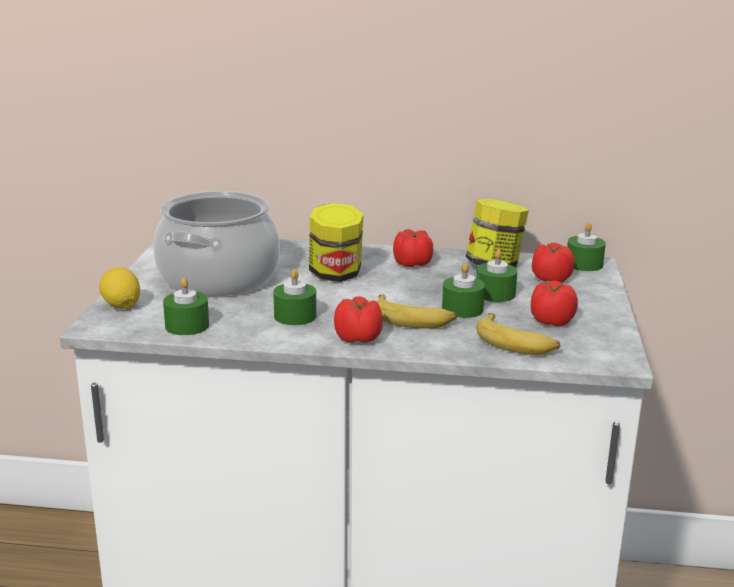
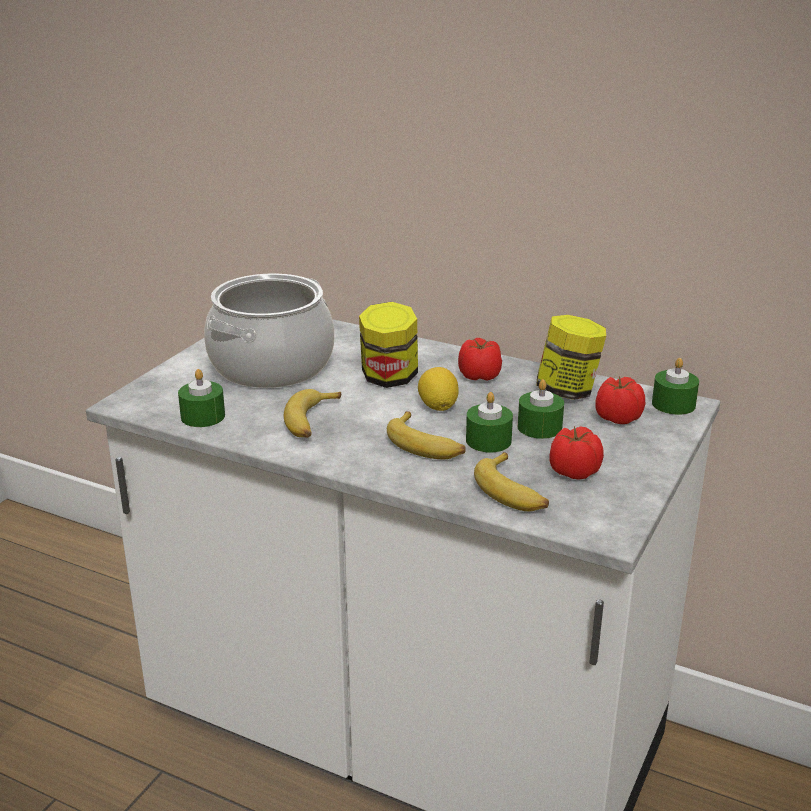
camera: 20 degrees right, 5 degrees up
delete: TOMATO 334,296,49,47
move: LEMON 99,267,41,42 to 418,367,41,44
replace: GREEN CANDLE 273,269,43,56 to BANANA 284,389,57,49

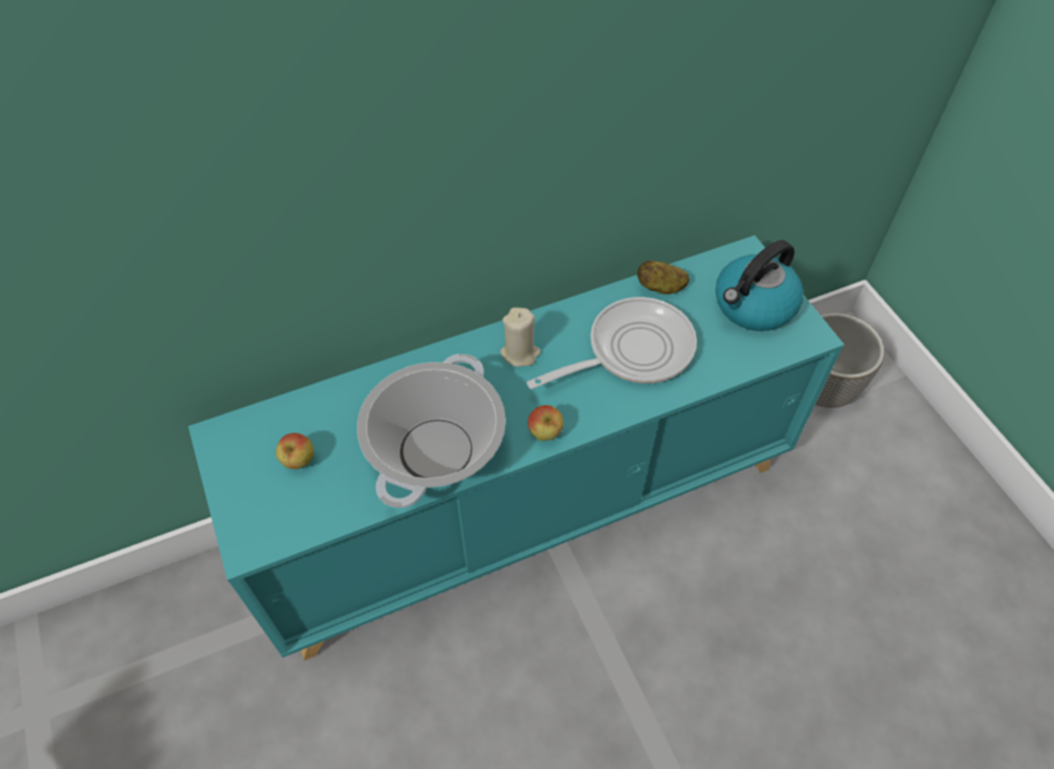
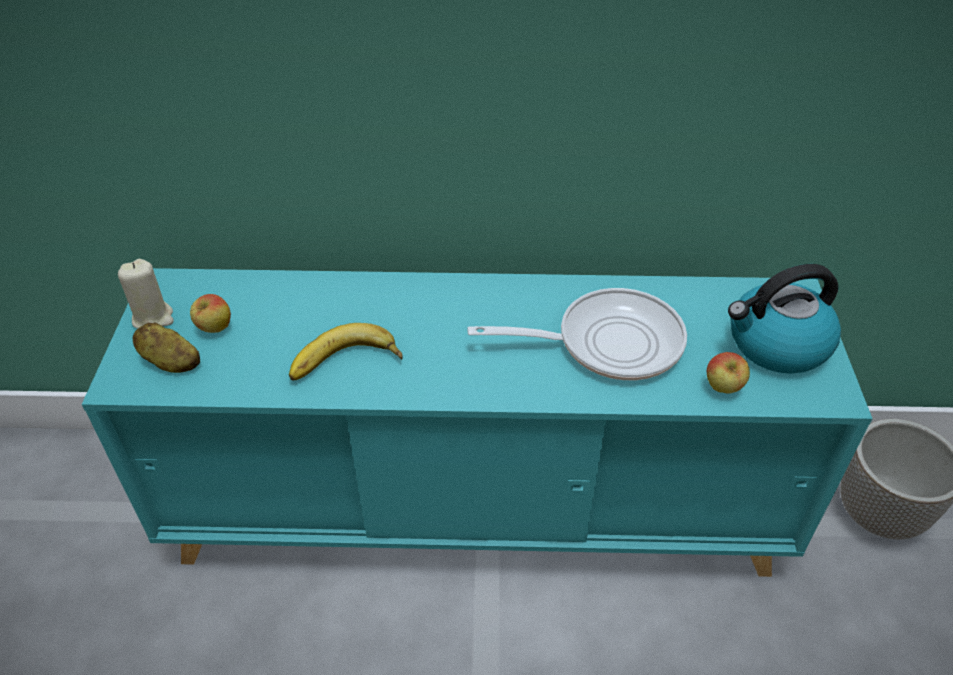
camera: 25 degrees right, 10 degrees down
move: POTATO 637,261,52,33 to 133,322,67,51; BEIGE CANDLE 500,307,41,60 to 118,259,56,70; APPLE 528,405,36,36 to 707,352,43,41
replace: COOKING POT 357,354,149,154 to BANANA 289,323,114,58

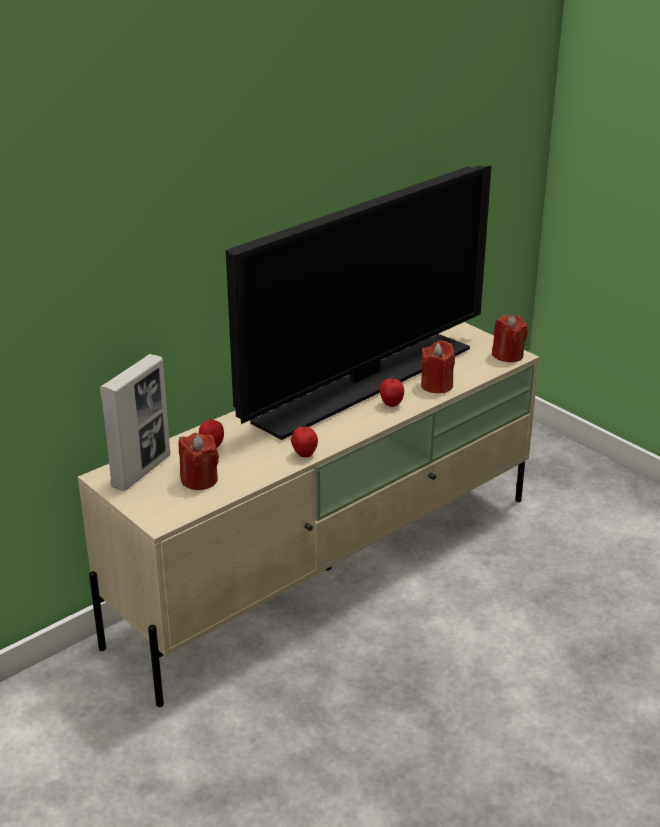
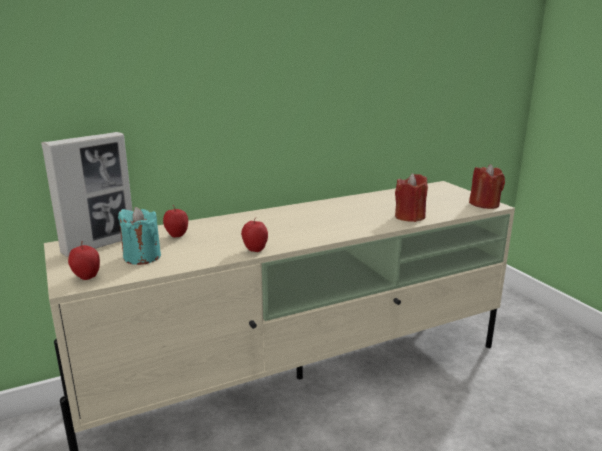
camera: 15 degrees right, 10 degrees down
delete: TELEVISION 226,165,265,275
move: APPLE 380,376,24,31 to 68,241,32,39
recolor: RED CANDLE 179,433,40,57 to TURQUOISE CANDLE 118,207,43,58

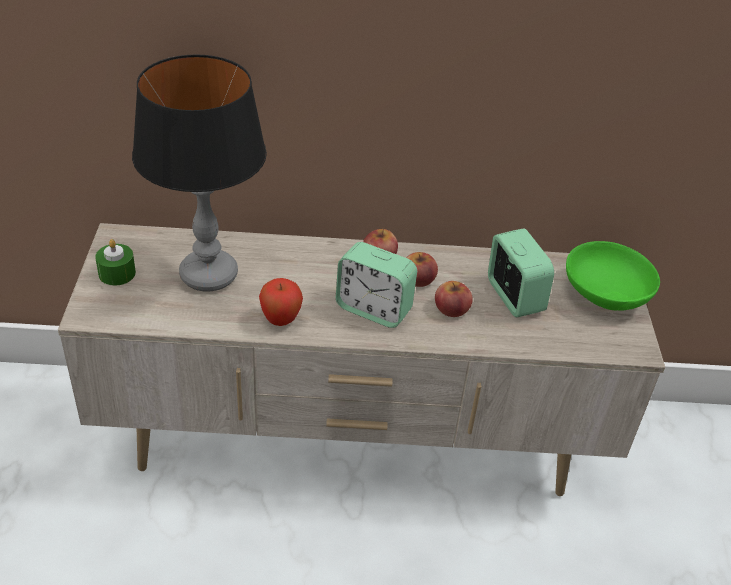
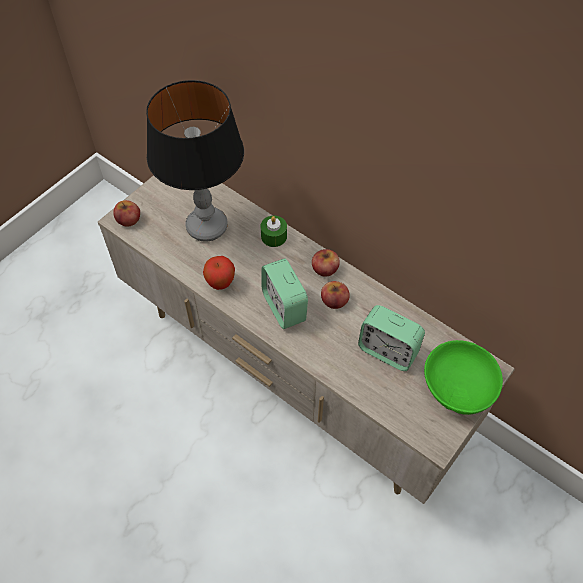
camera: 40 degrees right, 15 degrees up
move: GREEN CANDLE 95,239,41,47 to 261,216,26,31; APPLE 435,281,38,36 to 113,200,27,26
rotate: ALARM CLOCK 488,228,66,89 = 358,305,67,66 105 degrees clockwise

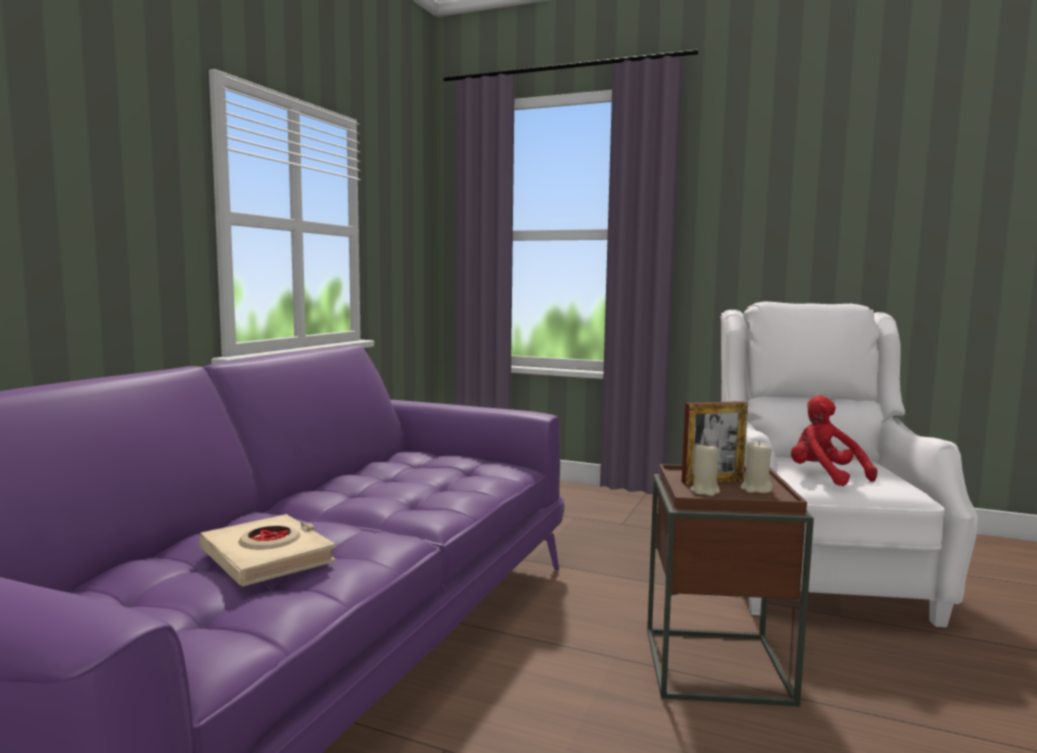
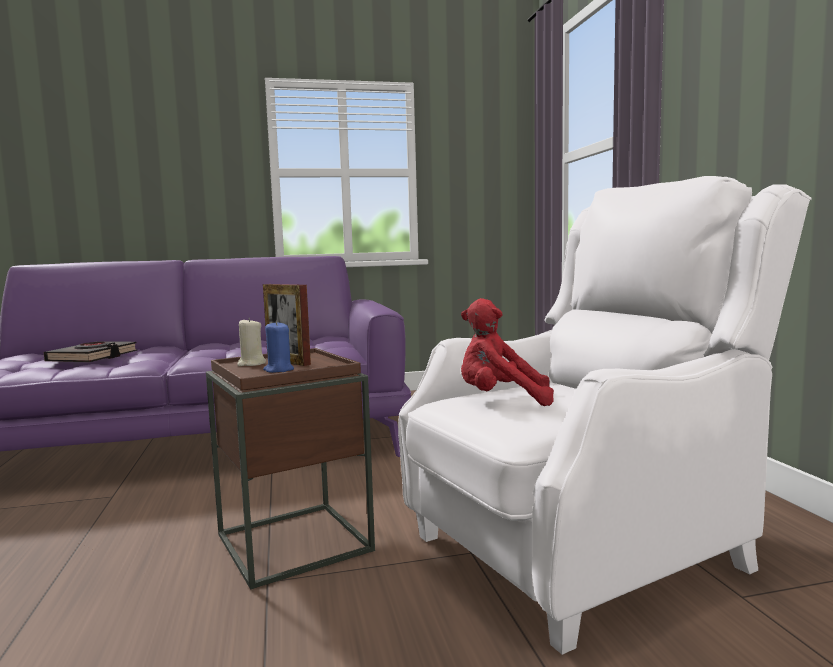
camera: 55 degrees right, 0 degrees up
recolor: BEIGE CANDLE 740,441,33,52 to BLUE CANDLE 263,321,31,52; BEIGE BOOK 200,514,136,72 to BLACK BOOK 44,341,94,21
rotate: RED PLUSH TOY 791,395,86,91 = 461,298,93,108 105 degrees counterclockwise

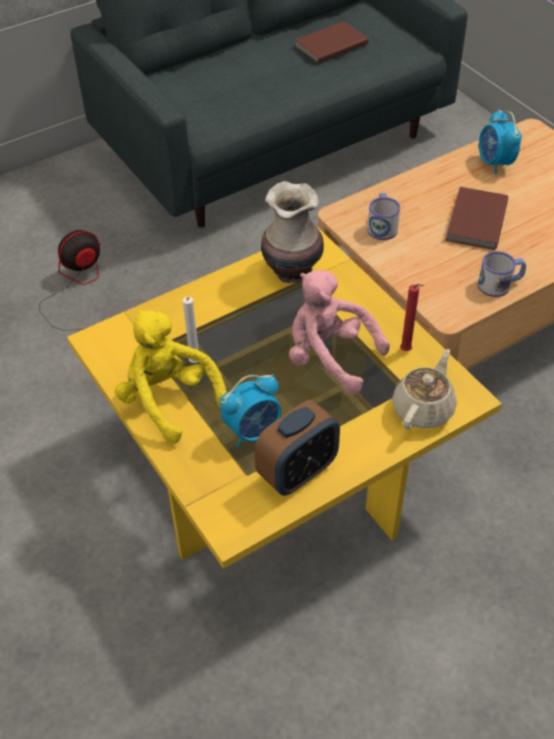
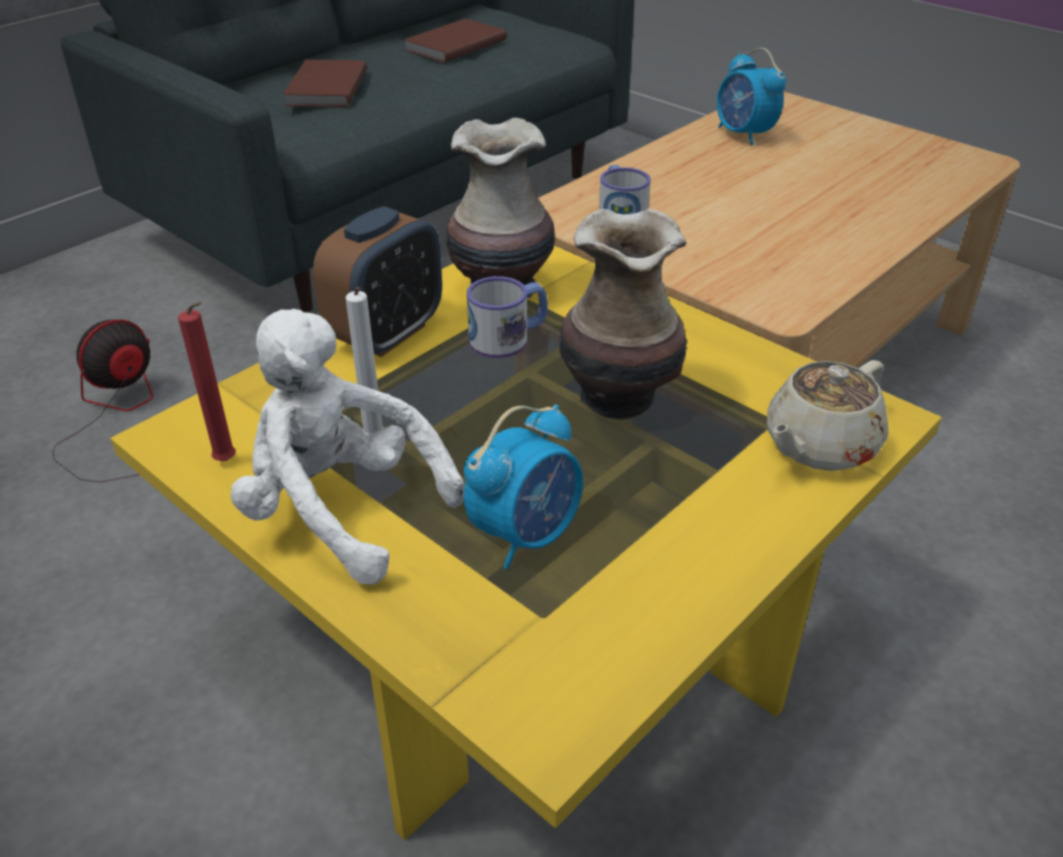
camera: 15 degrees left, 10 degrees down
move: BROWN BOOK 445,187,63,63 to 283,59,84,48; MUG 478,251,48,46 to 467,276,81,82; RED CANDLE 400,284,24,67 to 178,302,58,159; ALARM CLOCK 254,400,86,96 to 313,206,129,151
replace: PINK PLUSH TOY 289,270,101,124 to VASE 560,209,127,211
recolor: YELLOW PLUSH TOY 115,310,112,134 to WHITE PLUSH TOY 230,309,235,276
rotate: BEIGE TEAPOT 392,349,65,80 = 767,360,121,111 150 degrees counterclockwise

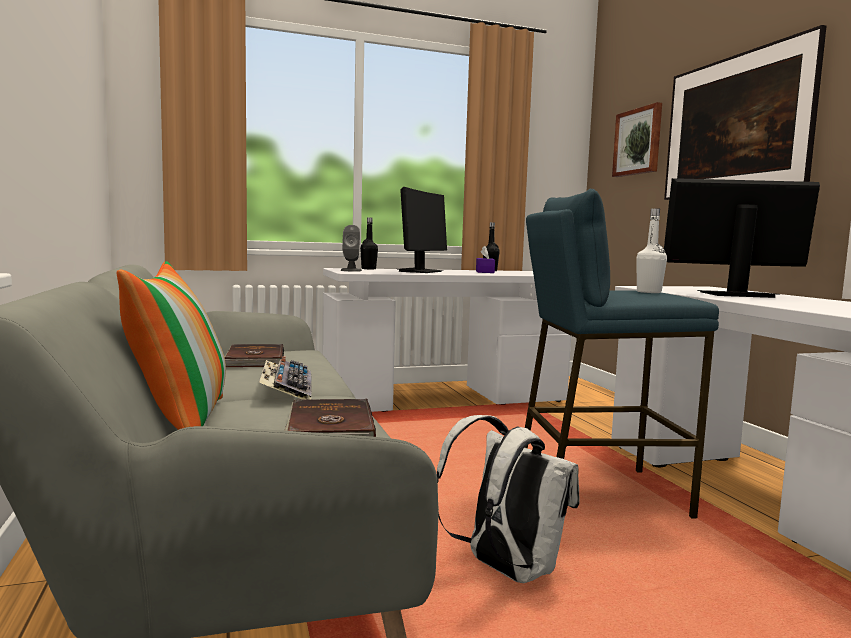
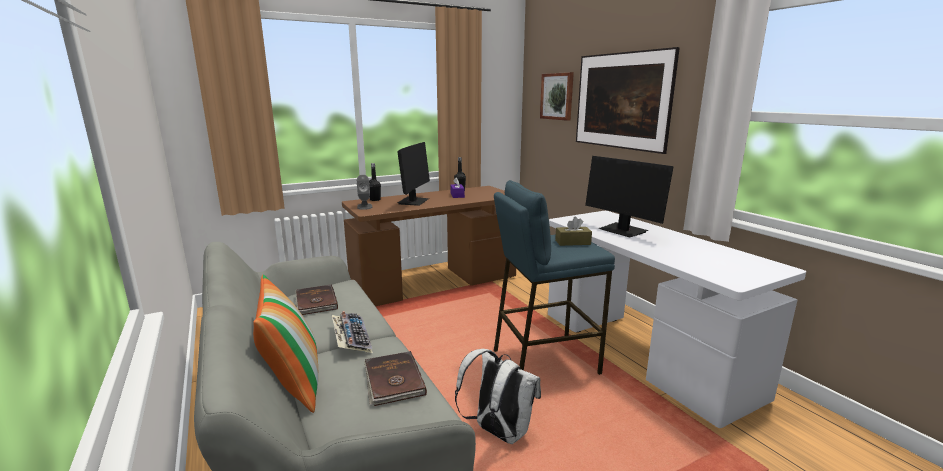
camera: 10 degrees left, 10 degrees up
replace: WHITE BOTTLE 636,208,31,85 to BROWN TISSUE BOX 555,217,37,29
recolor: WHITE DESK 323,268,248,144 to BROWN DESK 342,186,174,120
rotate: MONITOR 664,178,156,120 = 585,156,89,81 120 degrees counterclockwise

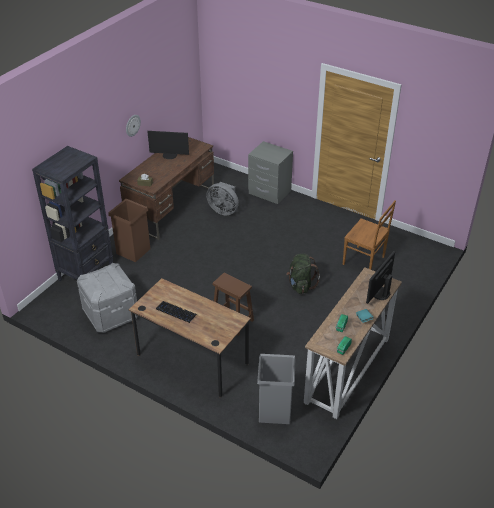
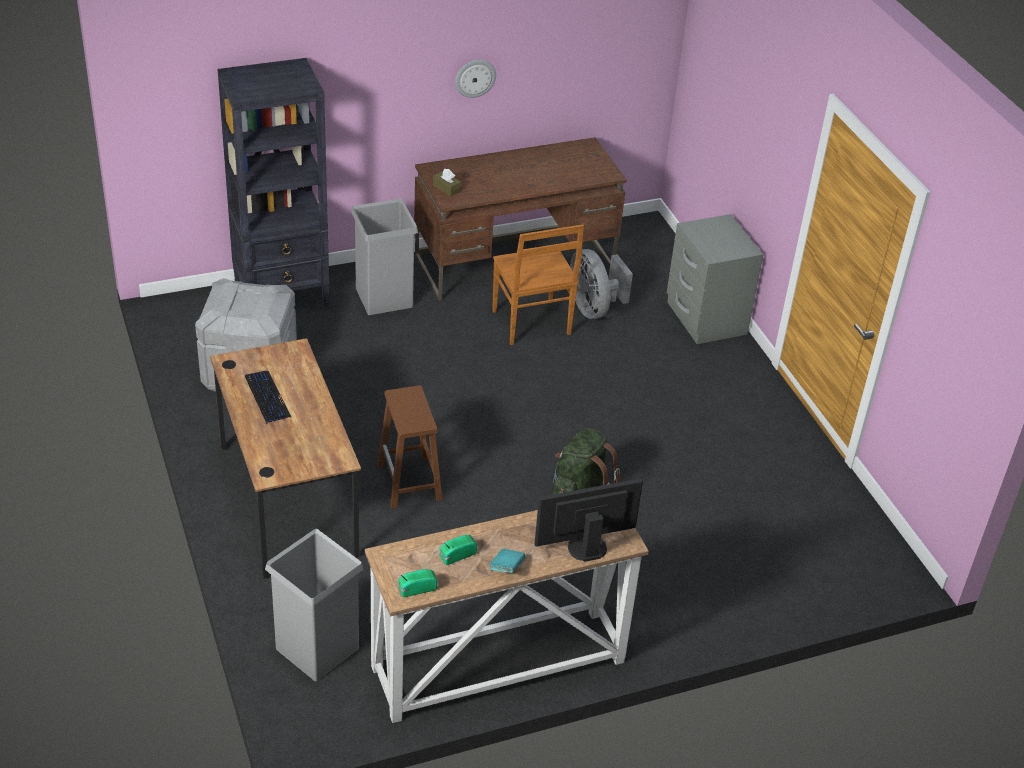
camera: 35 degrees right, 0 degrees up
delete: MONITOR 147,131,42,28
move: BROWN CHAIR 343,200,53,70 to 492,224,92,121
recolor: BROWN TRASH CAN 108,199,43,63 to GREY TRASH CAN 351,199,67,116

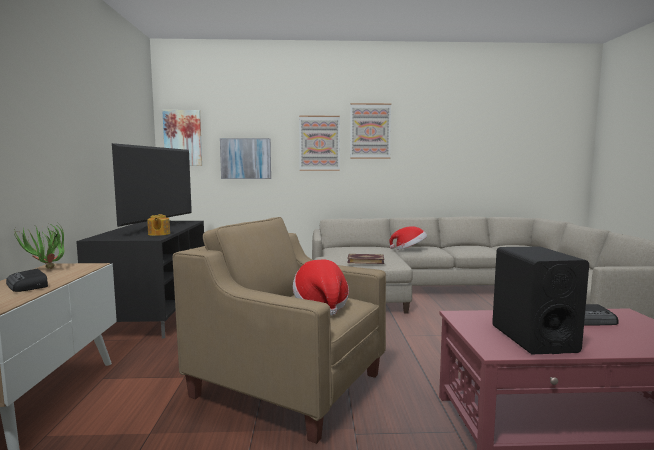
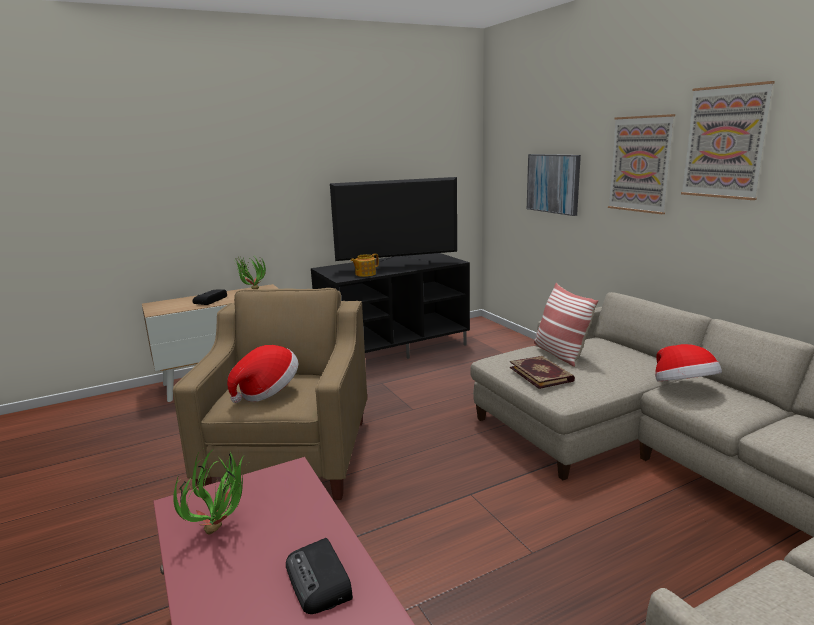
camera: 65 degrees right, 10 degrees up
delete: PICTURE 162,110,40,56
insert: PILLOW 534,283,64,84
replace: BLACK SPEAKER 492,247,97,107 to POTTED PLANT 173,449,71,85

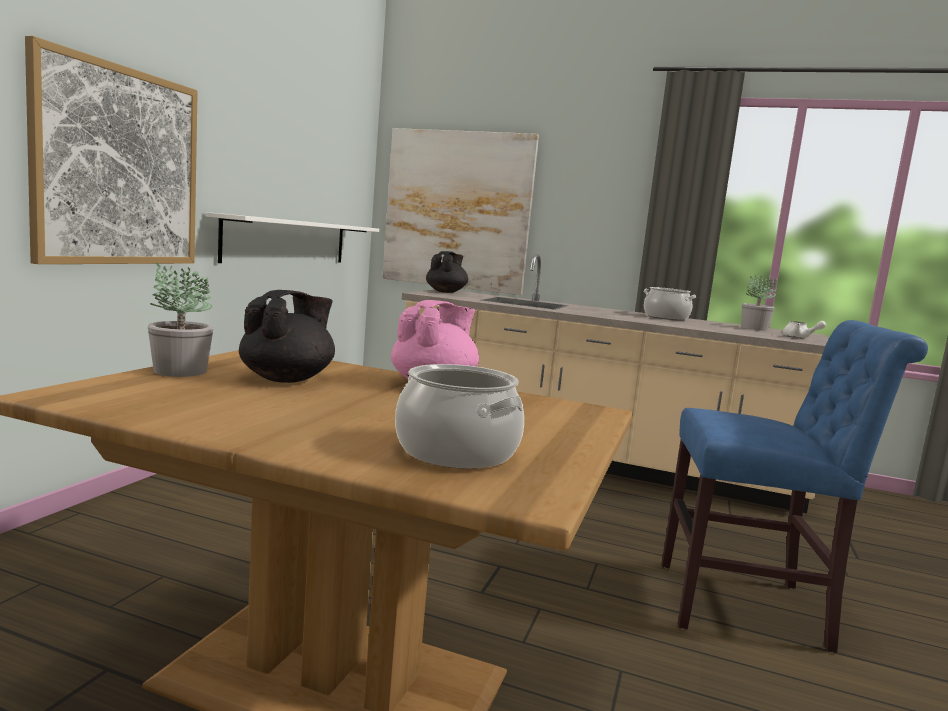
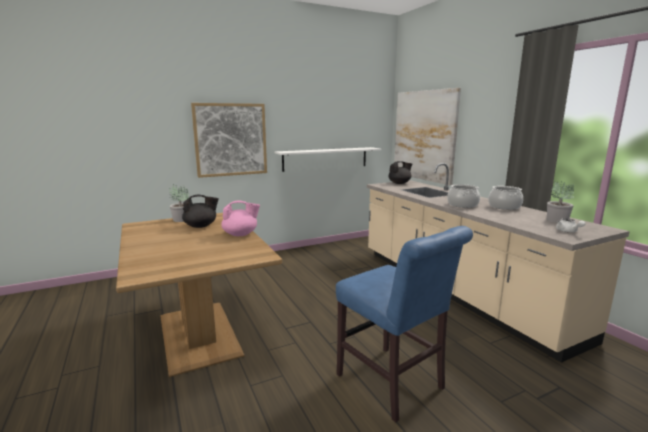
camera: 45 degrees right, 5 degrees up
move: COOKING POT 395,364,129,105 to 447,184,33,24

